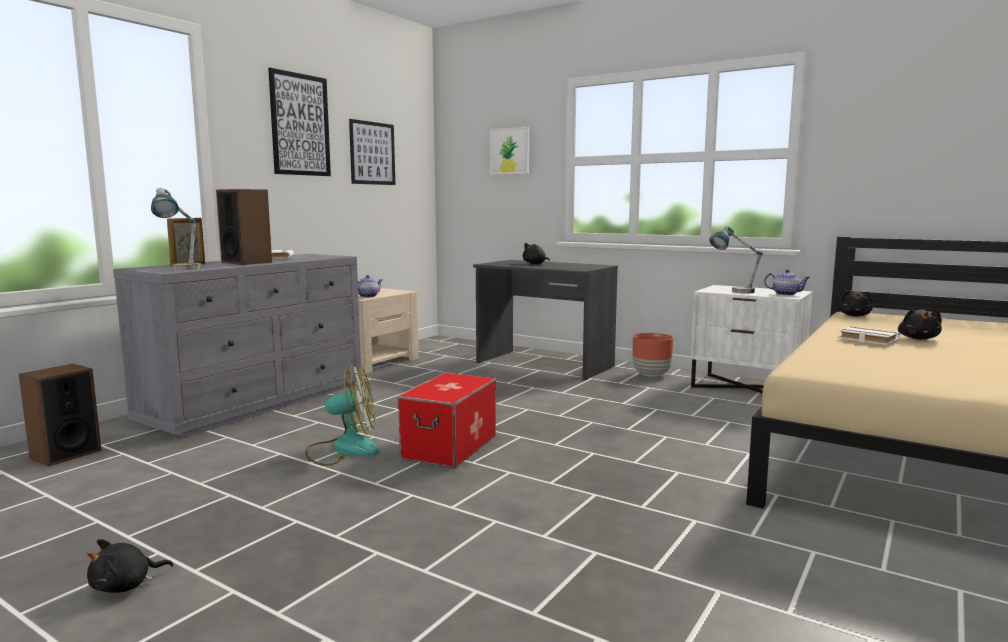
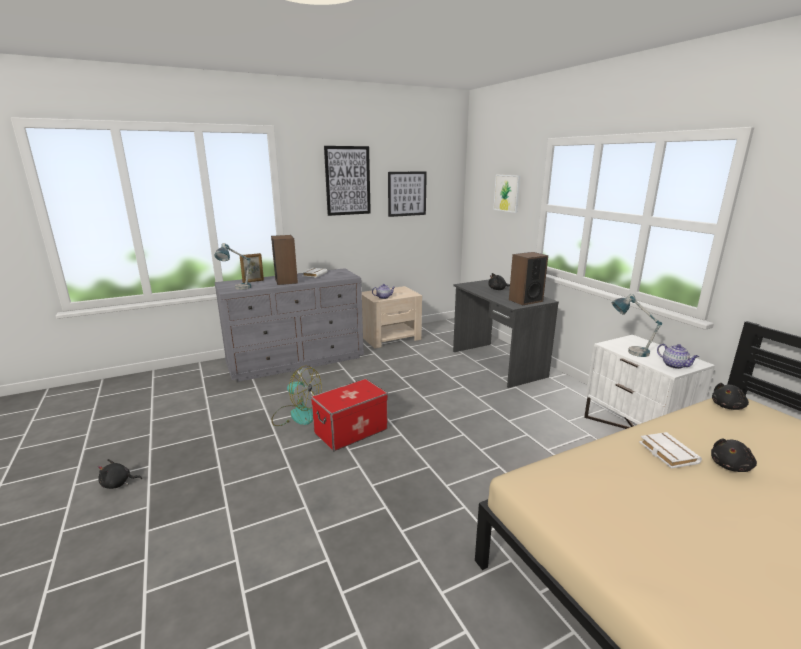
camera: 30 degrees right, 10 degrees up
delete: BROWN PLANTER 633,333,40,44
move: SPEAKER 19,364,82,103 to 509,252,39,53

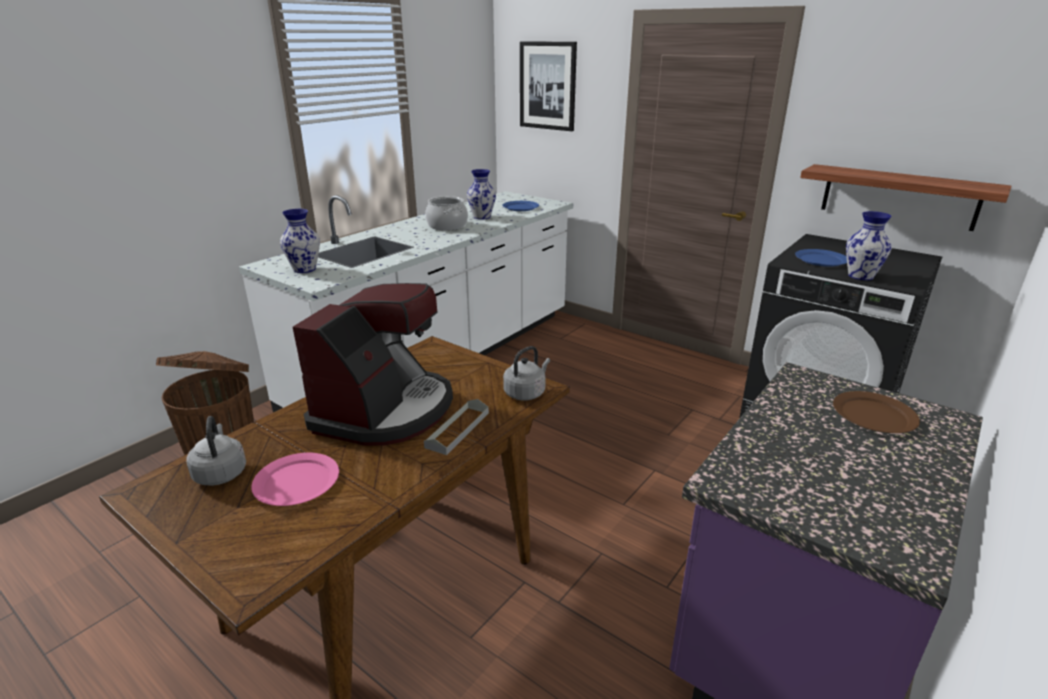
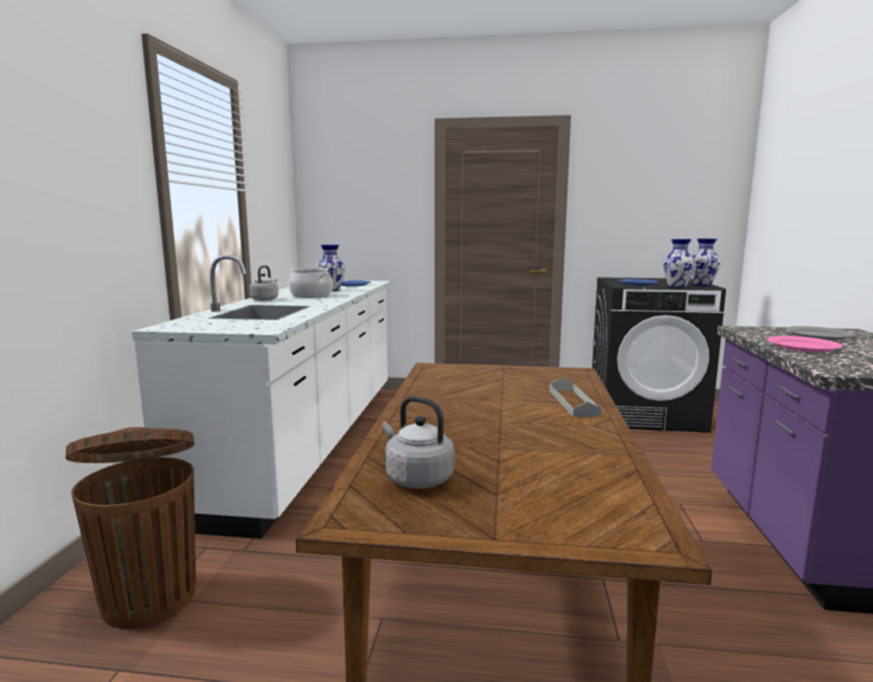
camera: 30 degrees left, 15 degrees down
delete: PICTURE 520,41,57,90; SHELF 800,164,212,67; COFFEE MACHINE 293,283,160,163
move: VASE 280,209,40,64 to 691,239,30,47; GREY KETTLE 503,346,47,54 to 249,265,29,36; PINK PLATE 251,453,88,53 to 767,336,76,16
recolor: BROWN PLATE 833,391,87,42 to GREY PLATE 785,326,70,14

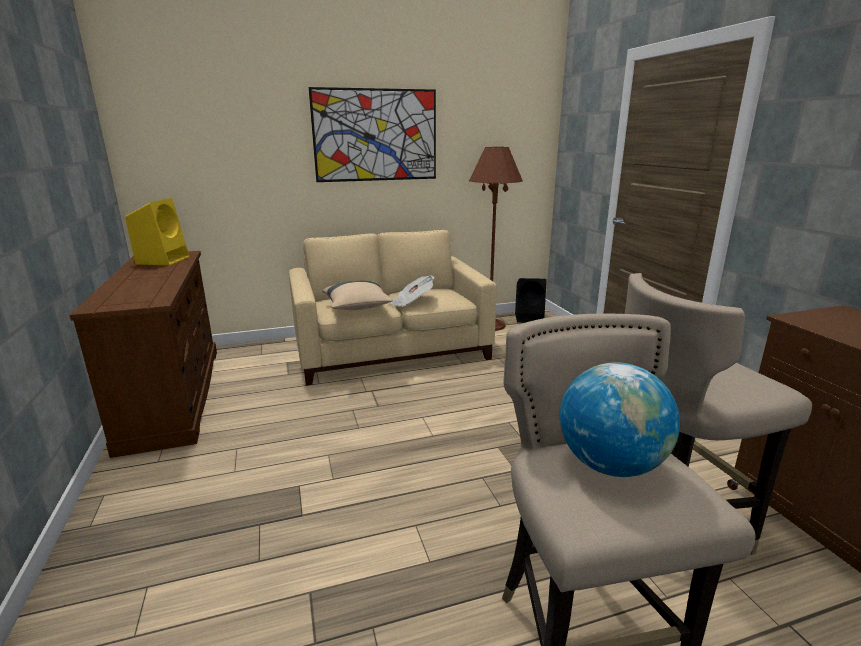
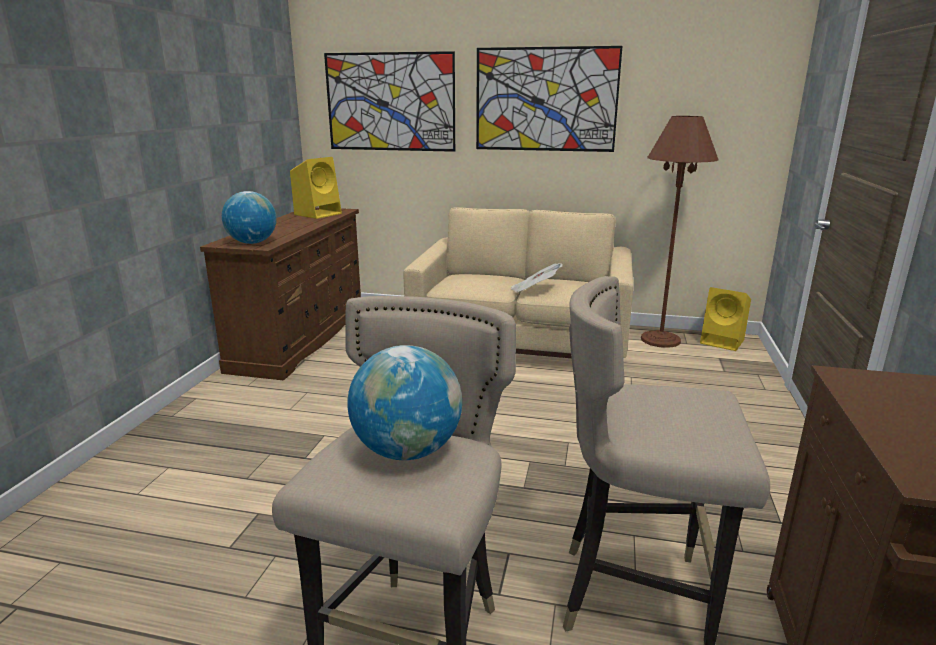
camera: 30 degrees right, 0 degrees up
delete: BEIGE PILLOW 323,280,70,30
insert: PICTURE 324,51,131,101; GLOBE 222,191,55,53
recolor: BLACK SPEAKER 515,278,32,45 to YELLOW SPEAKER 700,287,51,64

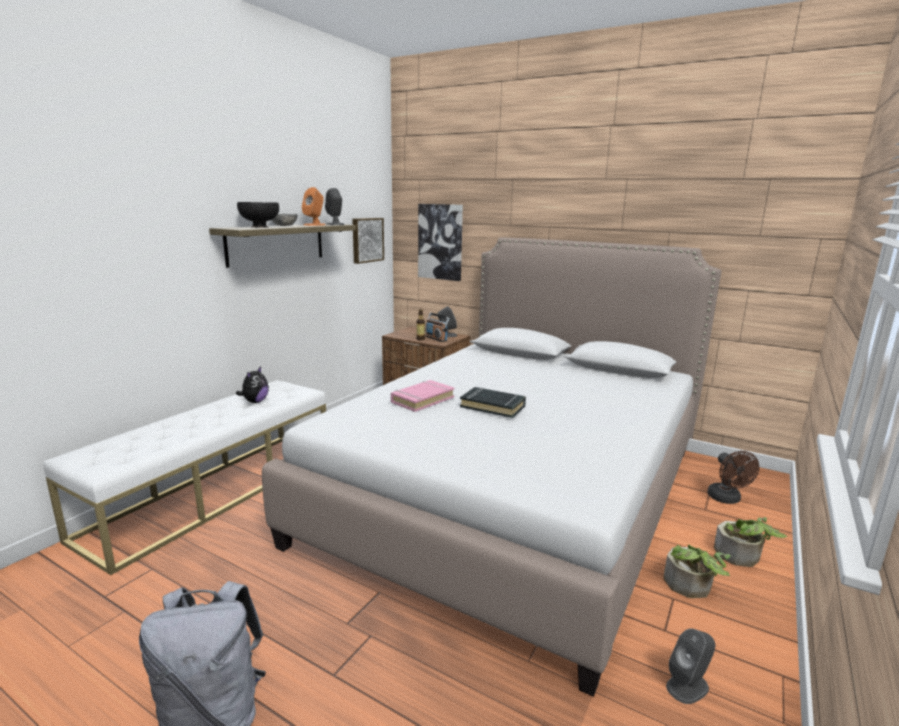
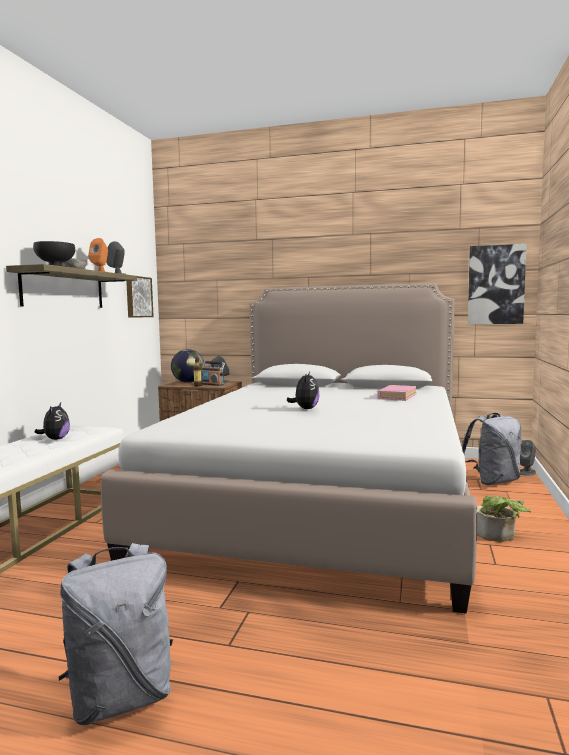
camera: 15 degrees left, 10 degrees down
delete: POTTED PLANT 714,517,73,50
insert: GLOBE 171,349,34,34
move: PICTURE 418,204,45,77 to 468,244,59,80; PINK BOOK 391,380,63,32 to 377,385,40,16; GREY SPEAKER 666,628,49,76 to 520,440,16,36
replace: BLACK BOOK 460,387,66,31 to PLUSH TOY 287,372,33,37; BROWN FAN 707,451,52,53 to GREY BACKPACK 462,413,60,72

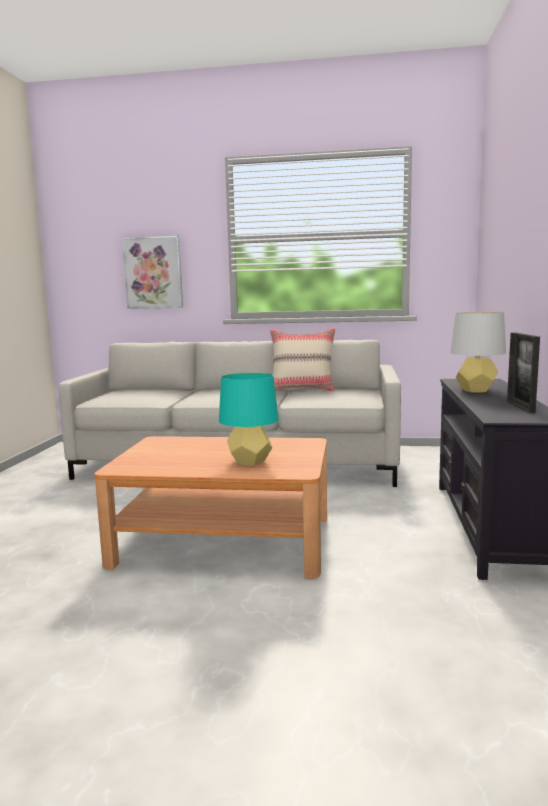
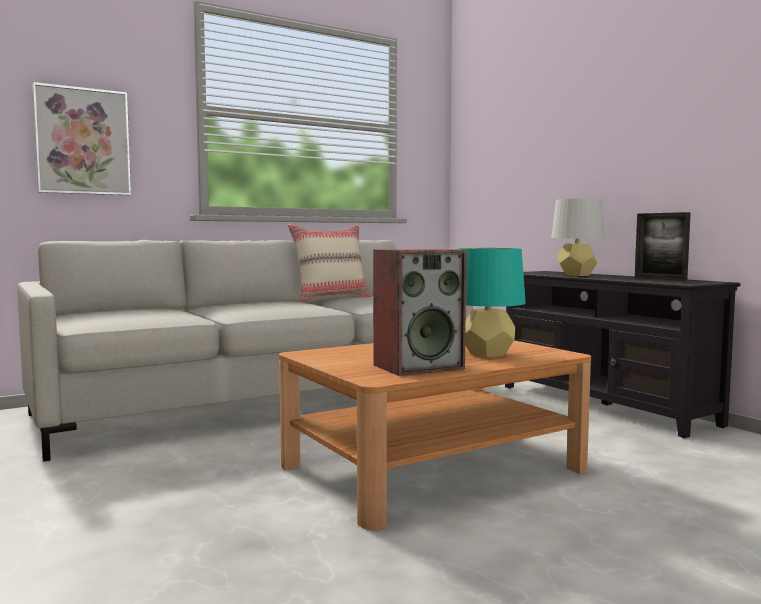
camera: 40 degrees left, 5 degrees down
insert: SPEAKER 373,249,94,127

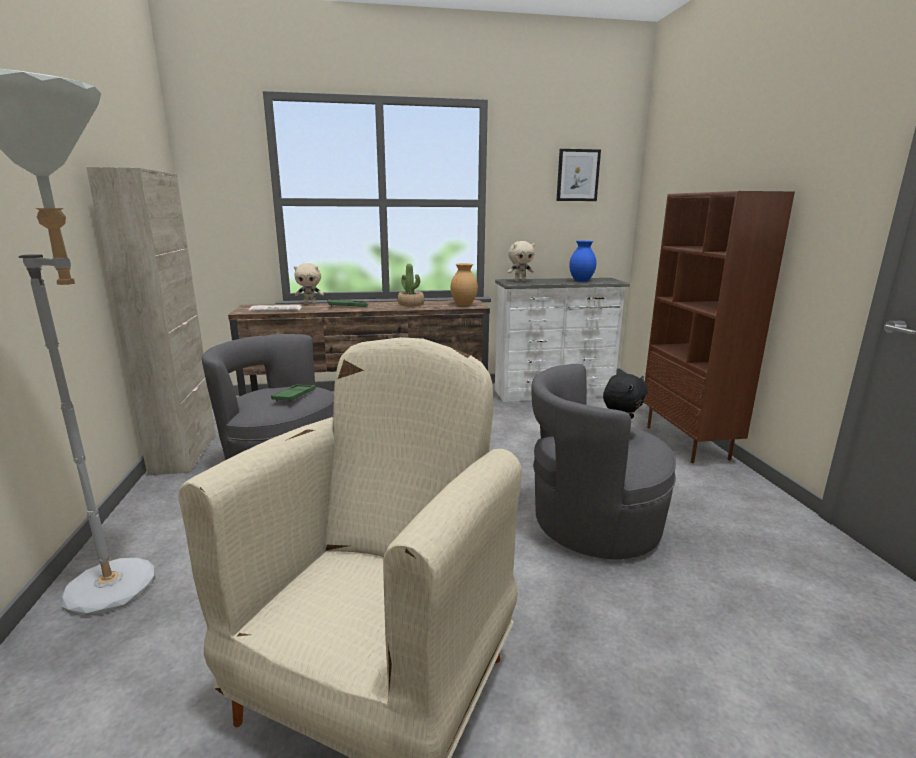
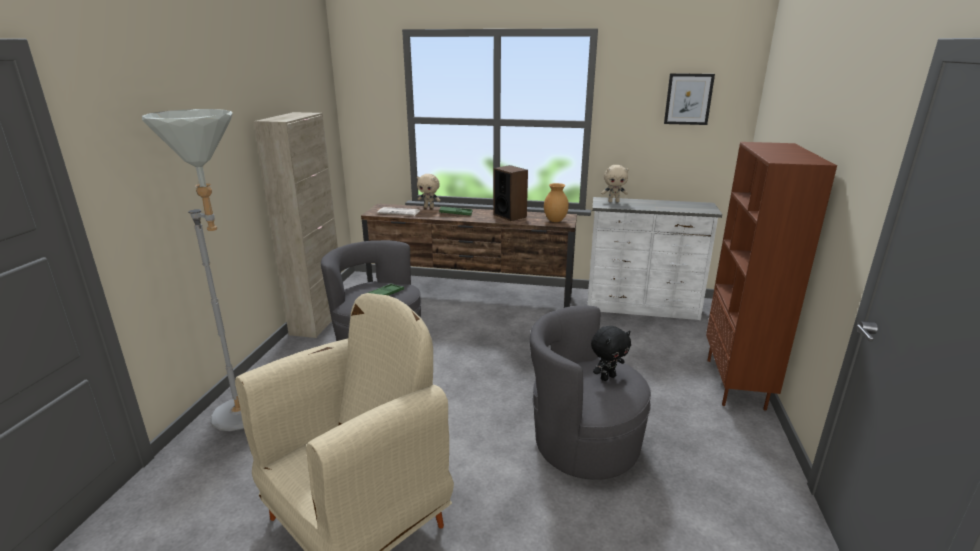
camera: 20 degrees right, 5 degrees up
delete: BLUE VASE 569,241,28,41
replace: POTTED PLANT 397,264,27,42 to SPEAKER 493,165,35,56

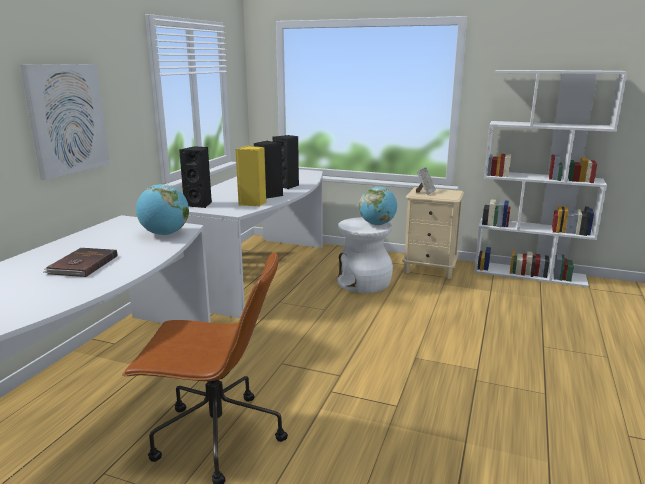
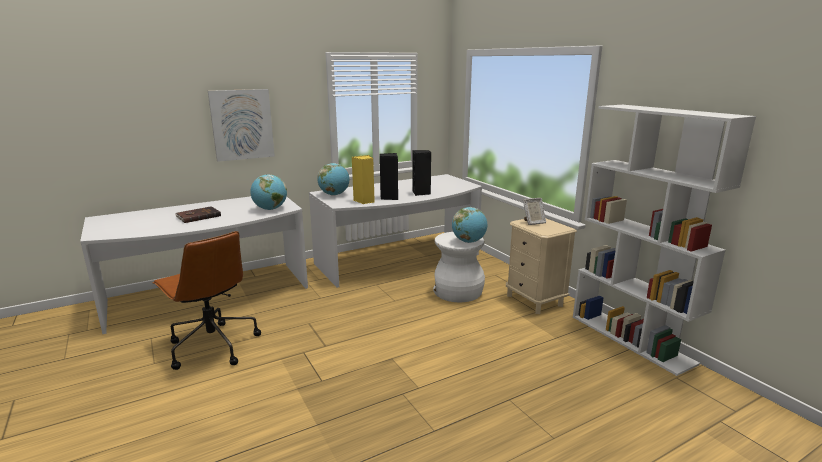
camera: 40 degrees right, 0 degrees up
replace: BLACK SPEAKER 179,146,33,62 to GLOBE 317,163,32,33

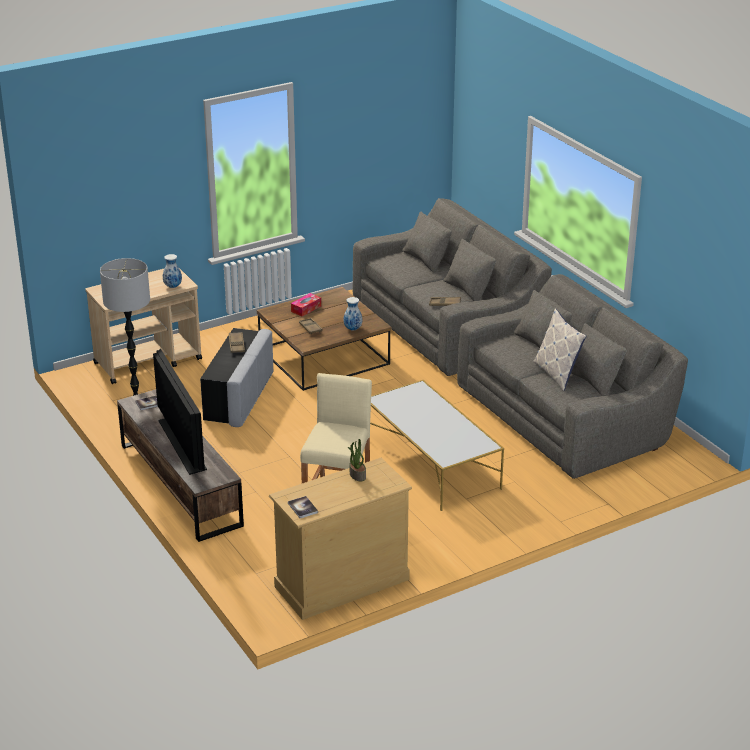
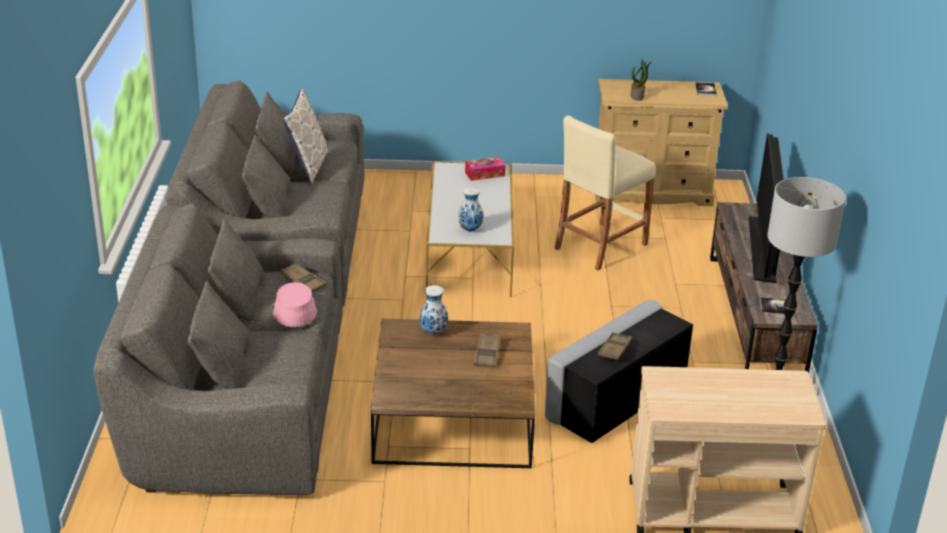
camera: 150 degrees left, 0 degrees up
insert: PINK HAT 273,282,44,45
move: VASE 163,254,19,34 to 458,187,25,45; TISSUE BOX 291,293,30,23 to 465,157,41,24

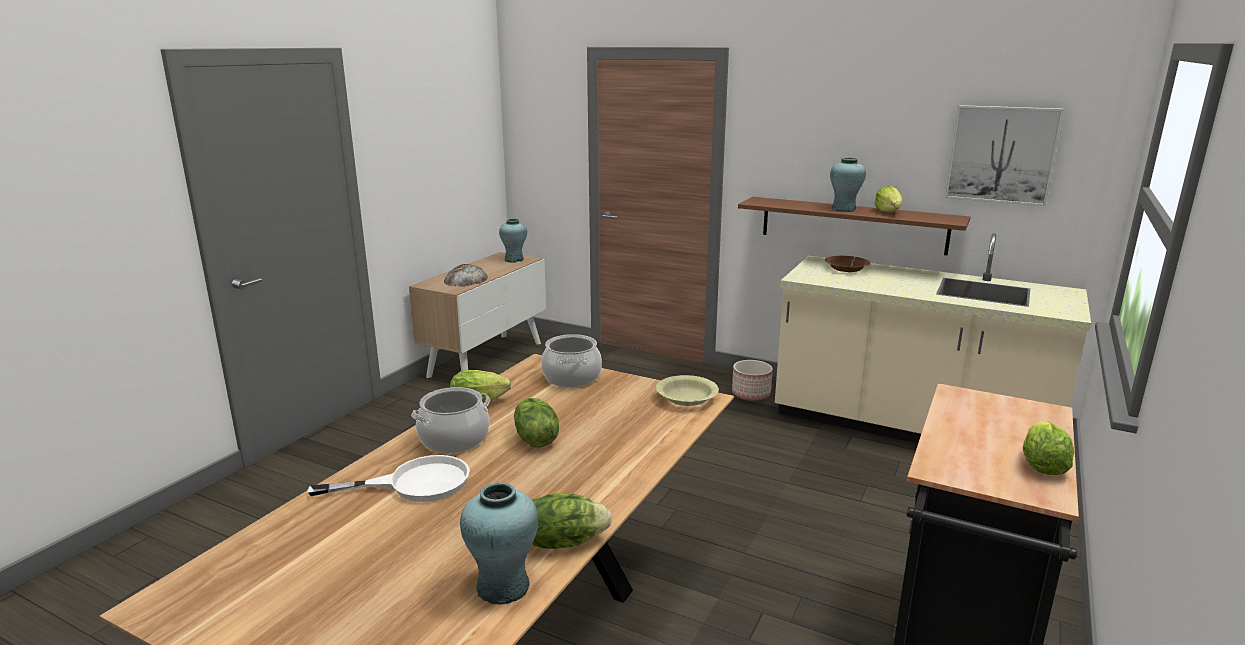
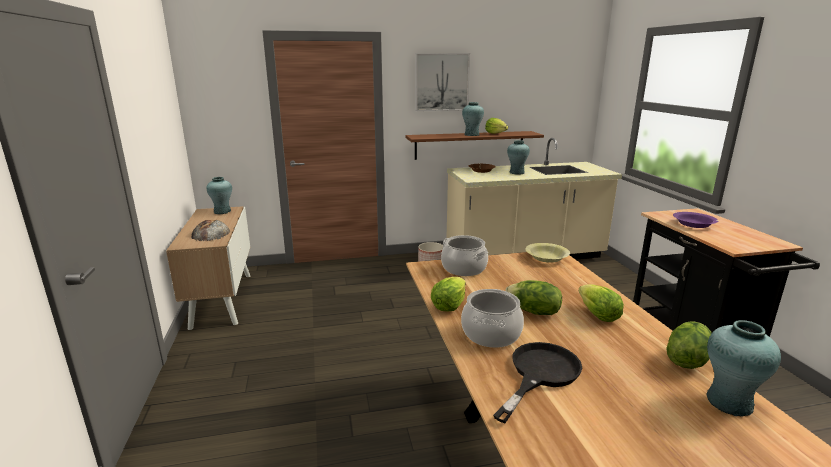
camera: 40 degrees left, 0 degrees up
insert: TURQUOISE VASE 507,140,23,35; PURPLE BOWL 673,212,45,16
move: PICTURE 945,105,119,101 to 415,53,55,58; LETTUCE 1023,420,51,55 to 579,284,45,38
recolor: WHITE FRYING PAN 308,455,162,47 to BLACK FRYING PAN 493,342,89,81

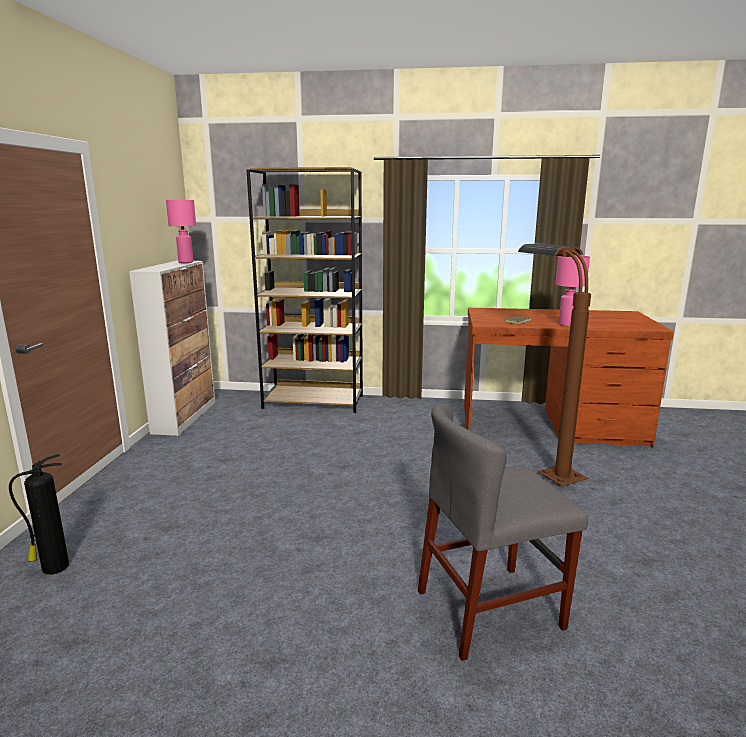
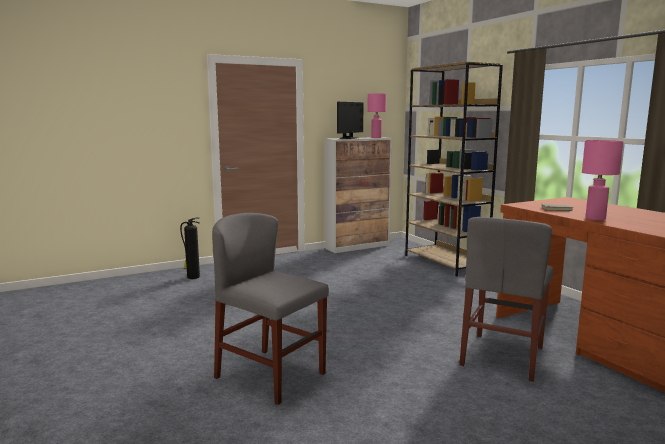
camera: 55 degrees right, 5 degrees down
insert: MONITOR 337,102,27,37
replace: BROWN FLOOR LAMP 518,243,73,244 to GREY CHAIR 459,217,95,165

